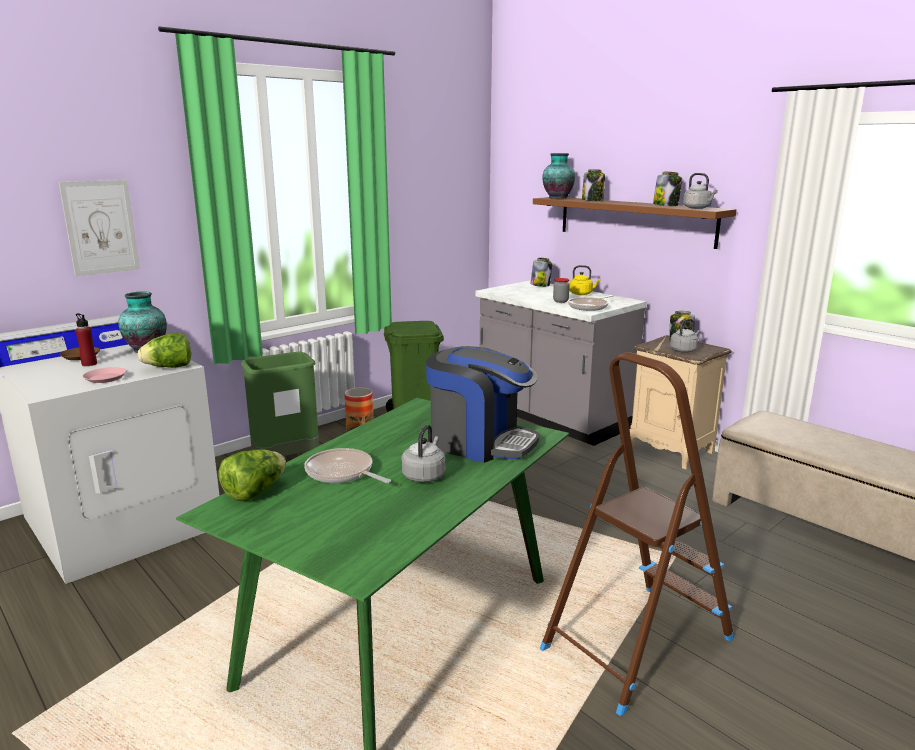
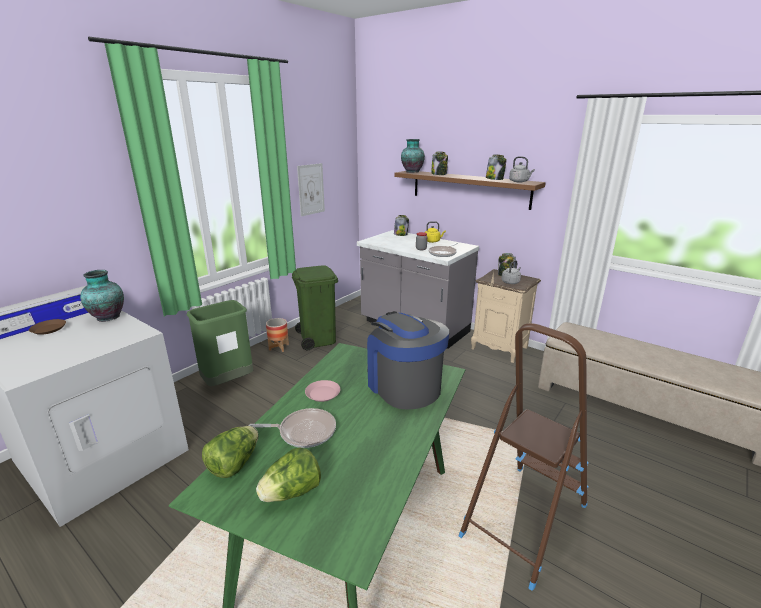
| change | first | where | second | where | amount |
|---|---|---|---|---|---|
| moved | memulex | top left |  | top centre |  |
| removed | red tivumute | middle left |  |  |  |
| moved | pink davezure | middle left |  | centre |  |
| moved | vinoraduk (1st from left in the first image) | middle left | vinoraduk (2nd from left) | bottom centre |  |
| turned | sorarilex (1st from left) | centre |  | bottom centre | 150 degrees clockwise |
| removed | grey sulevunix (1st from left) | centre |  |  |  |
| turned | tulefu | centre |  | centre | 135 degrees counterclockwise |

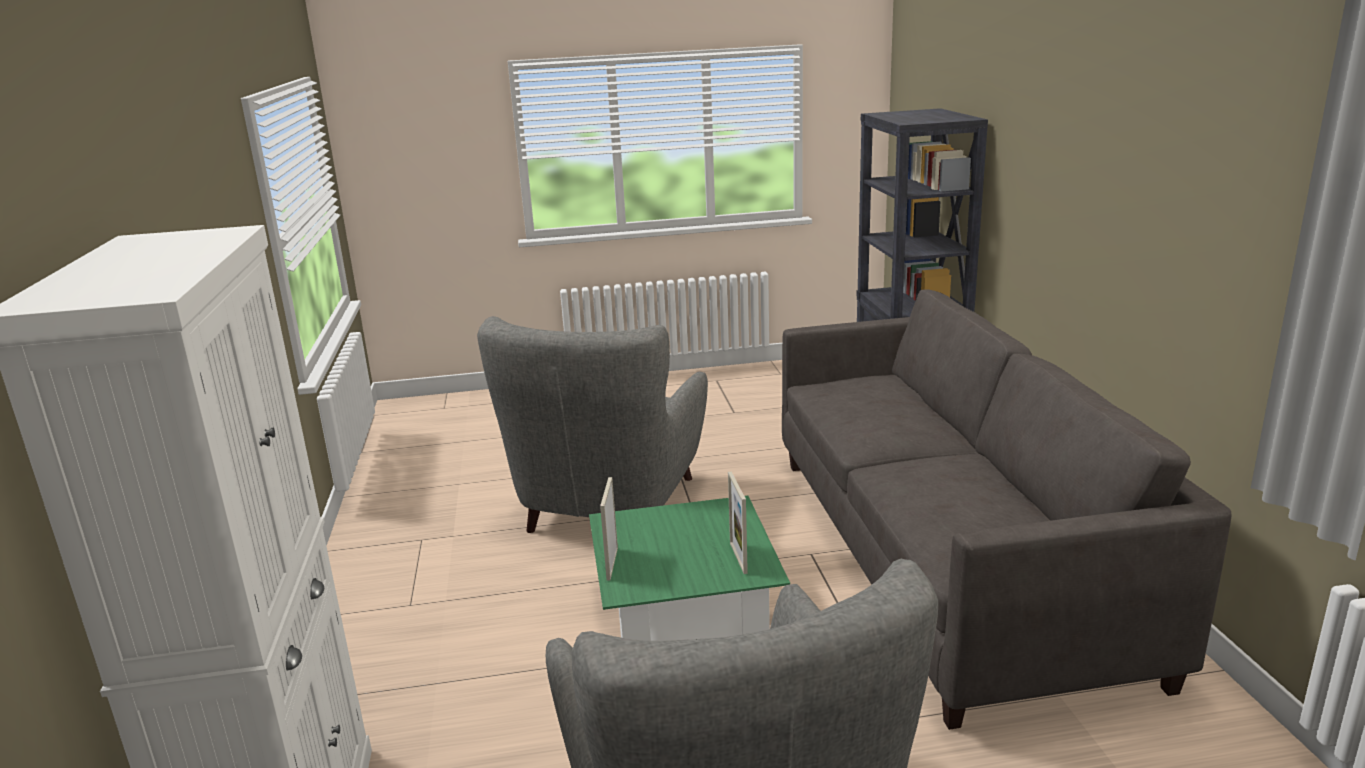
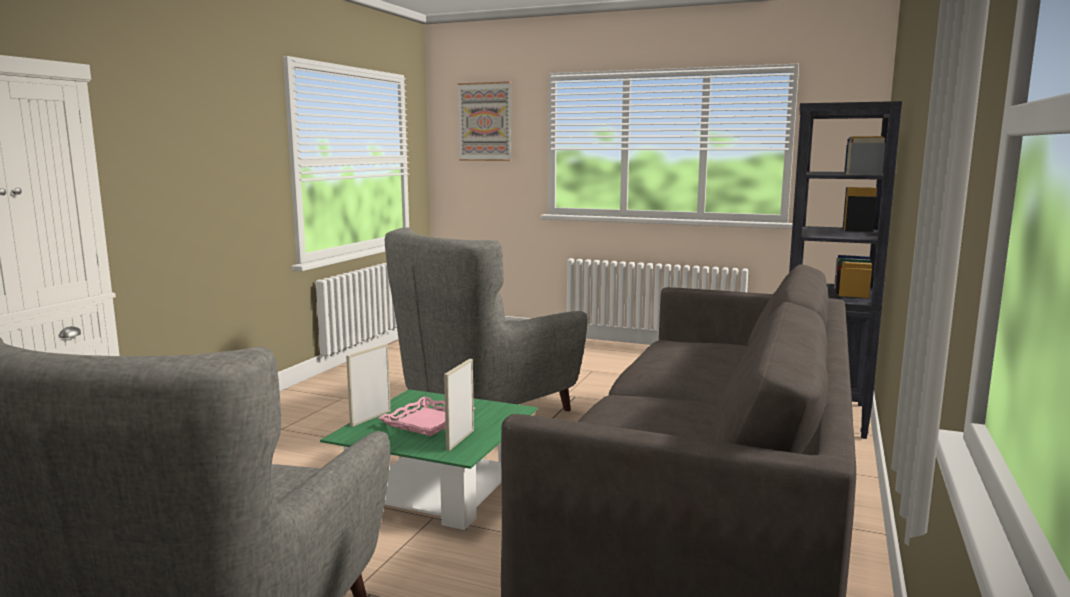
| change | first | where | second | where | amount |
|---|---|---|---|---|---|
| added |  |  | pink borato | bottom centre |  |
| added |  |  | memulex | top centre |  |

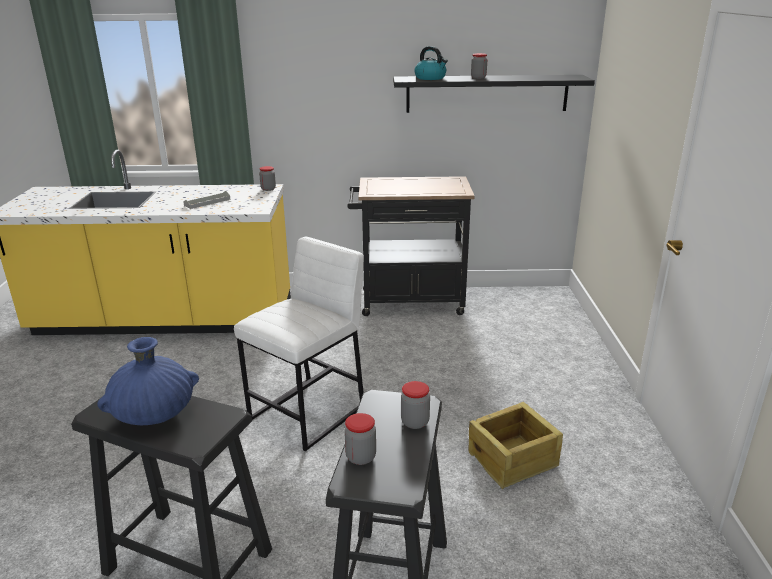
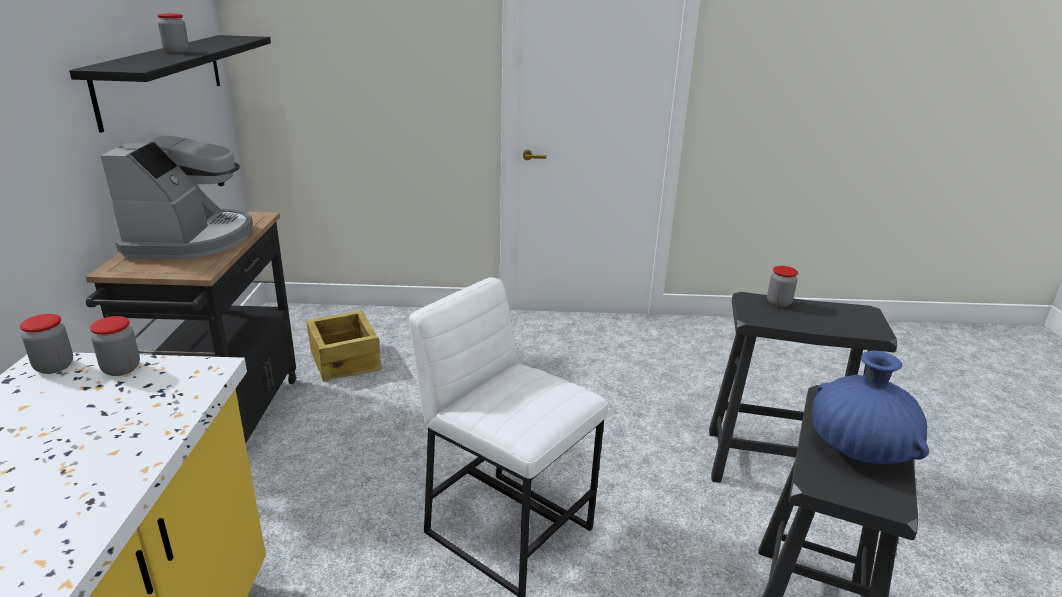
| change | first | where | second | where | amount |
|---|---|---|---|---|---|
| removed | grey borato | middle left |  |  |  |
| moved | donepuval (2nd from left) | bottom centre |  | middle left |  |
| removed | sulevunix | top centre |  |  |  |
| moved | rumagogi | bottom right |  | middle left |  |
| added |  |  | tulefu | top left |  |

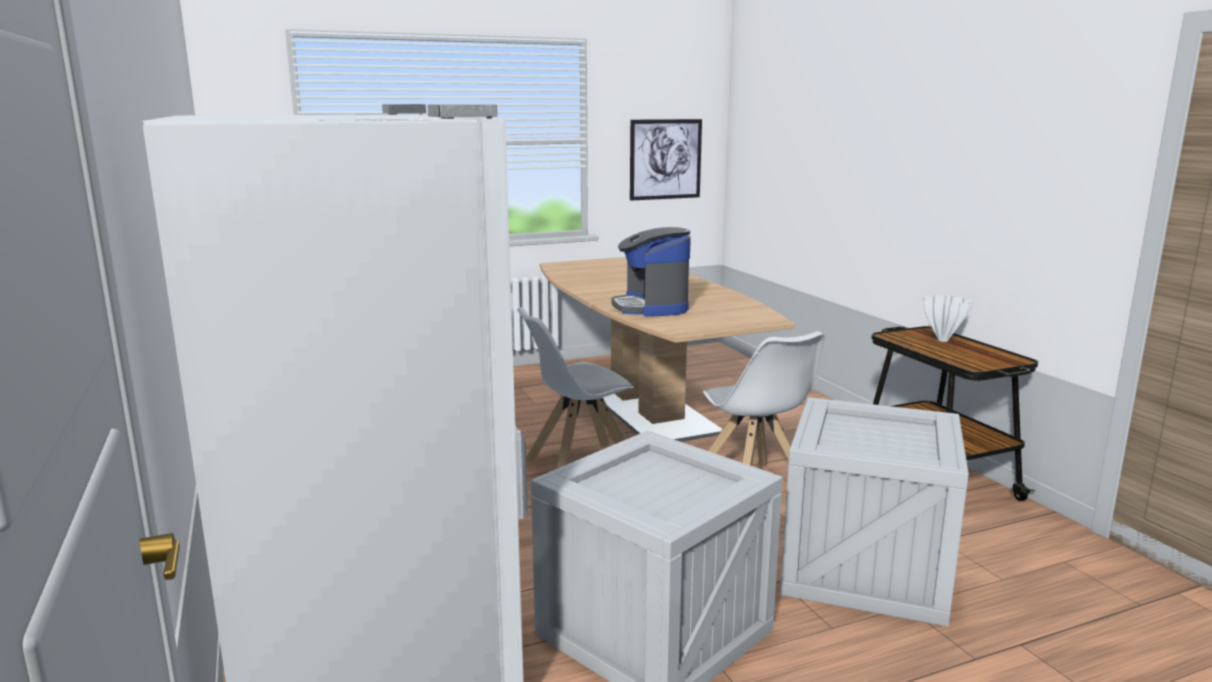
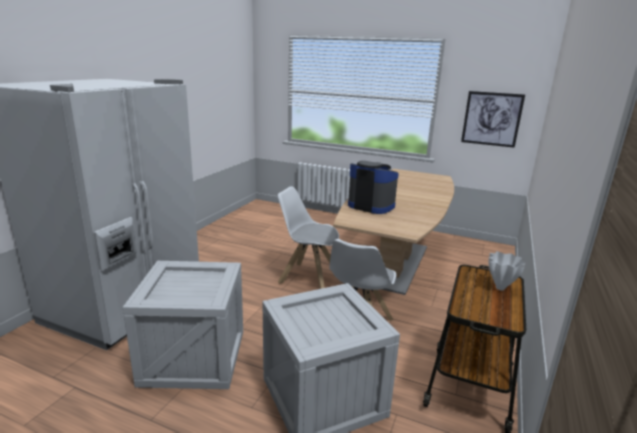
| change | first | where | second | where | amount |
|---|---|---|---|---|---|
| turned | tulefu | centre |  | centre | 90 degrees clockwise |

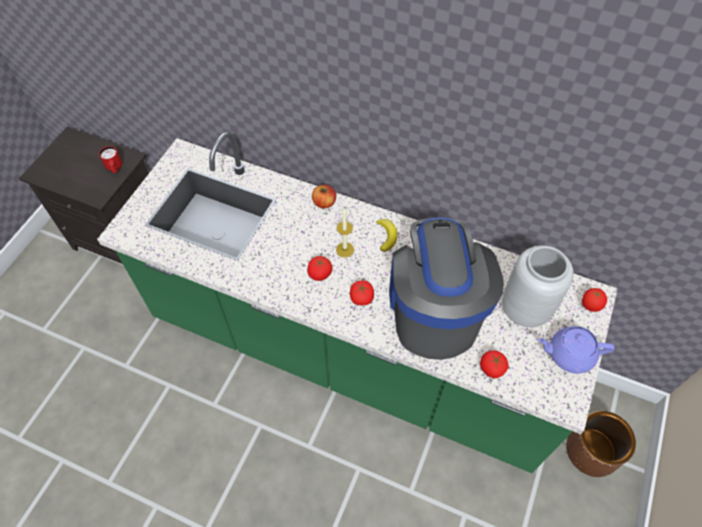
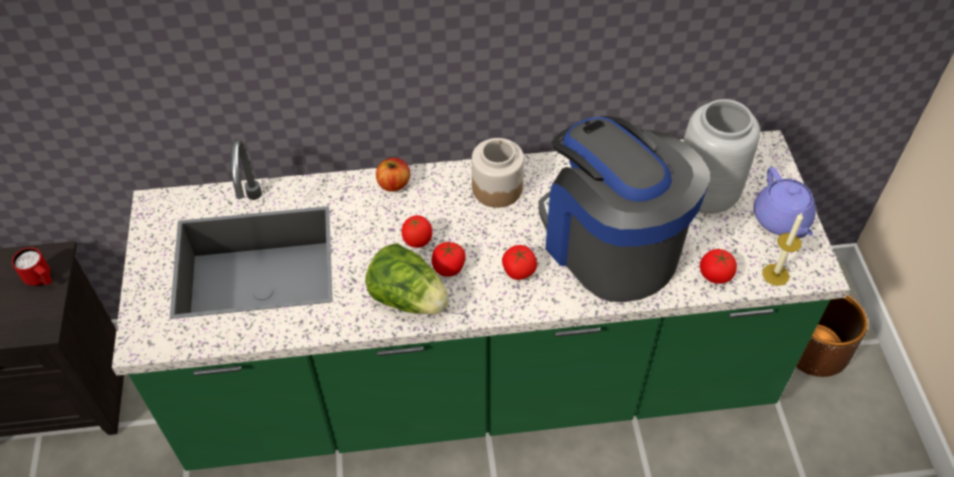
| change | first | where | second | where | amount |
|---|---|---|---|---|---|
| moved | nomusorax | centre |  | middle right |  |
| replaced | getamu | centre | donepuval | centre |  |
| turned | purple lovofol | middle right |  | middle right | 75 degrees counterclockwise |
| moved | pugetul (4th from left in the first image) | middle right | pugetul (1st from left) | centre |  |
| added |  |  | vinoraduk | centre |  |

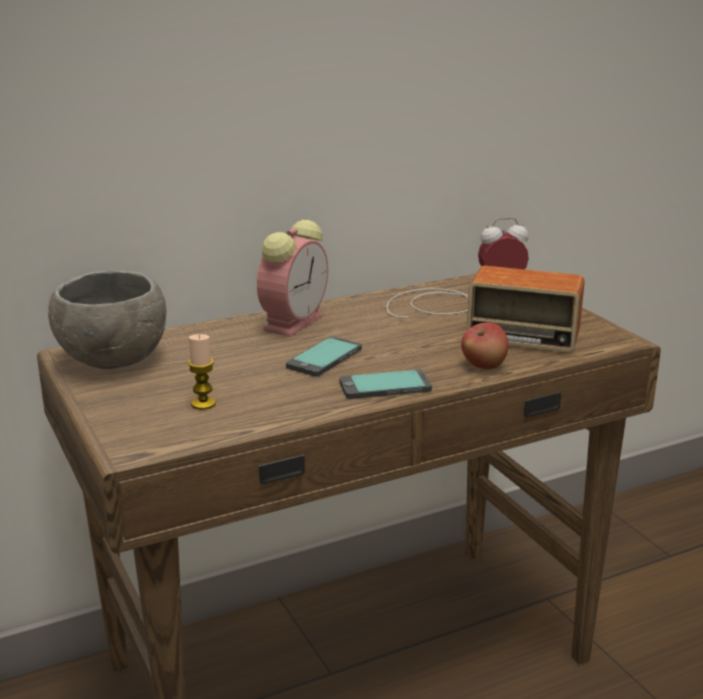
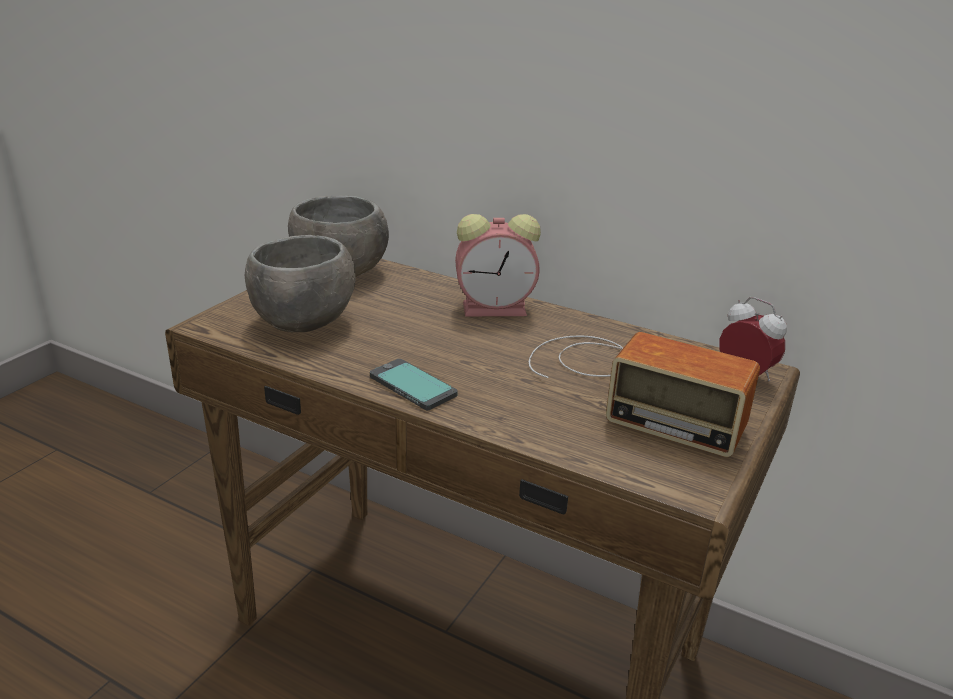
| change | first | where | second | where | amount |
|---|---|---|---|---|---|
| replaced | nomusorax | middle left | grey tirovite (1st from left) | middle left |  |
| removed | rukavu (1st from left) | centre |  |  |  |
| turned | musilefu | middle right |  | middle right | 45 degrees counterclockwise |
| removed | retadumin | middle right |  |  |  |

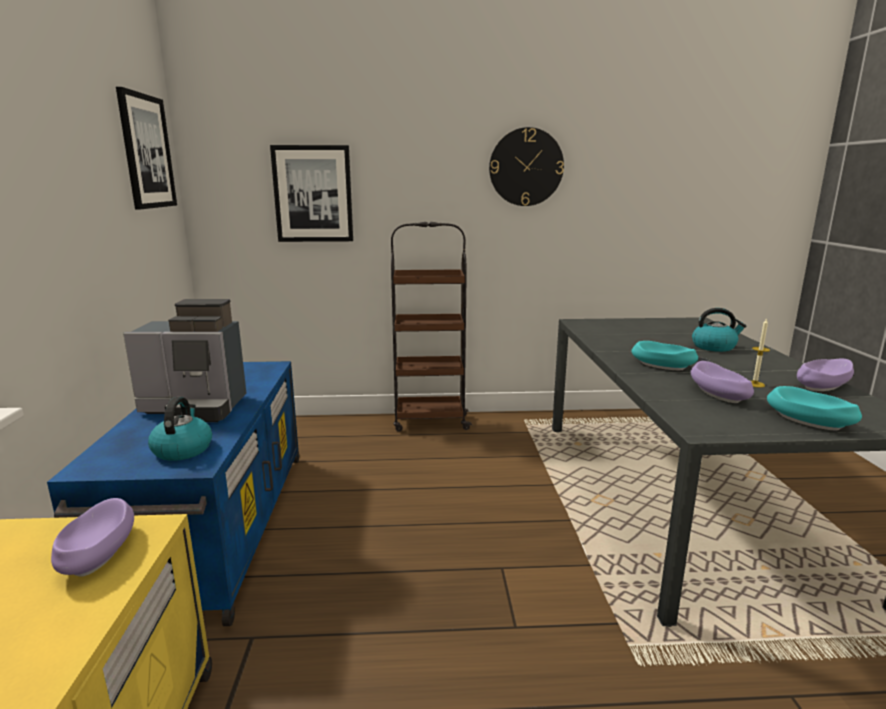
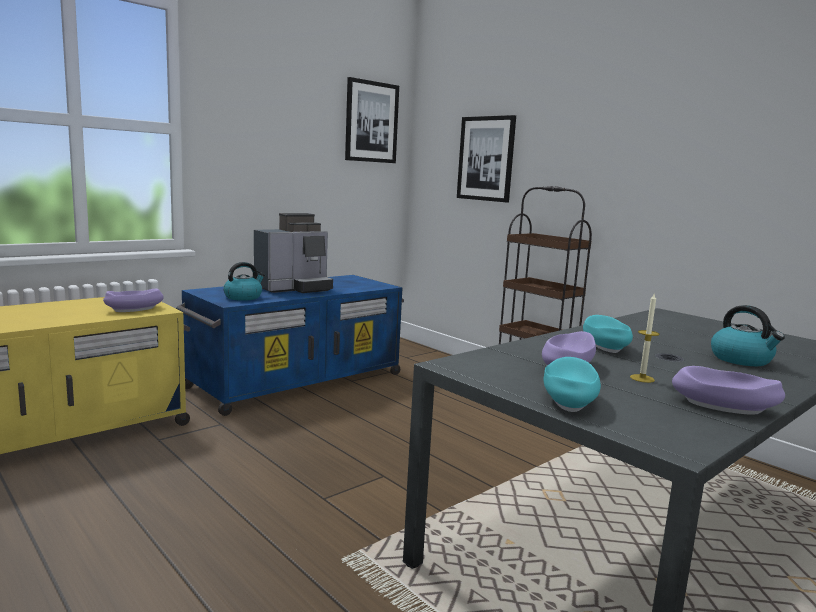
| change | first | where | second | where | amount |
|---|---|---|---|---|---|
| turned | tulefu | middle left |  | centre | 90 degrees counterclockwise |
| removed | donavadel | top centre |  |  |  |

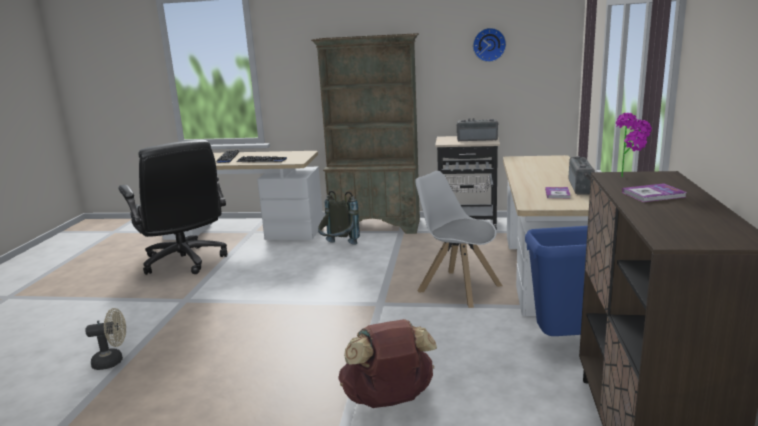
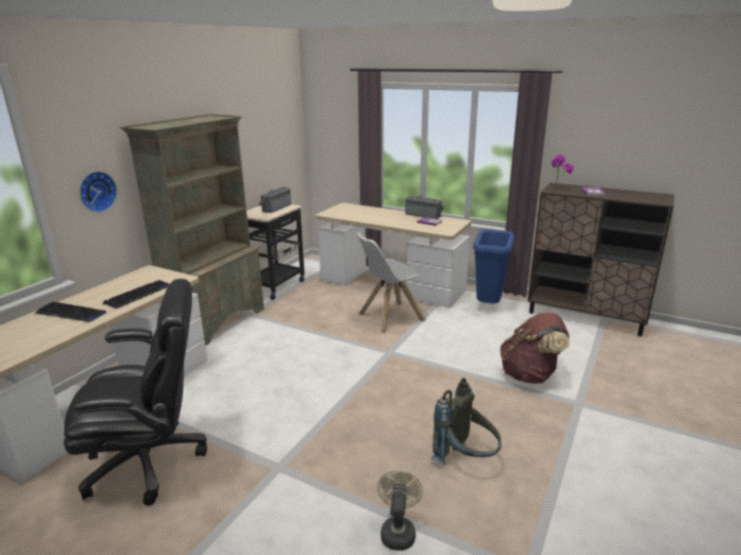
| change | first | where | second | where | amount |
|---|---|---|---|---|---|
| moved | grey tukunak | centre |  | bottom centre |  |
| moved | donavadel | top centre |  | middle left |  |

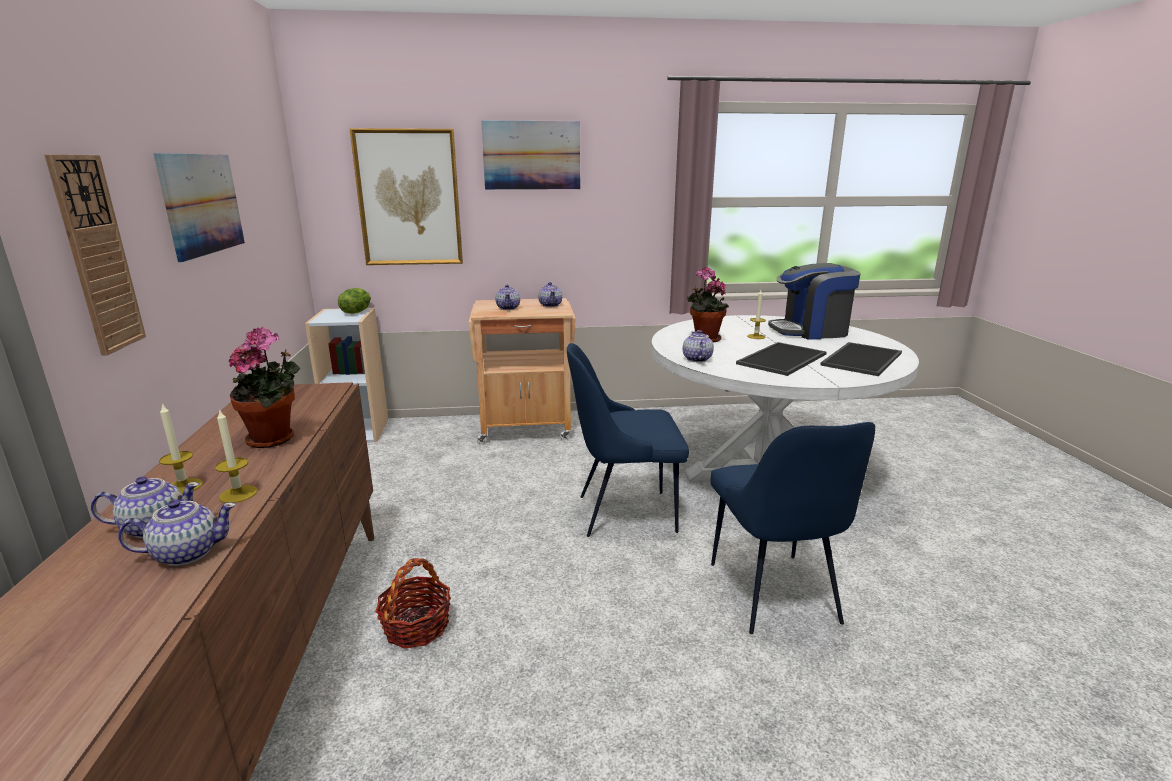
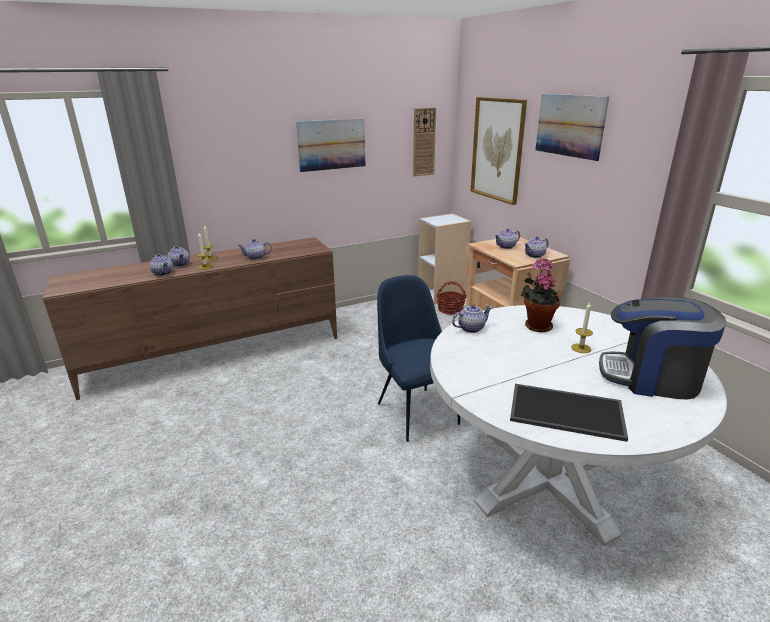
| change | first | where | second | where | amount |
|---|---|---|---|---|---|
| moved | donavadel | top left |  | top centre |  |
| replaced | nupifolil (1st from left) | middle left | lovofol (3rd from left) | middle left |  |
| removed | vinoraduk | middle left |  |  |  |
| moved | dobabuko | bottom centre |  | centre |  |
| removed | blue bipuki (2nd from left) | bottom right |  |  |  |
| removed | borato (1st from left) | centre |  |  |  |
| turned | tulefu | middle right |  | middle right | 45 degrees counterclockwise |

